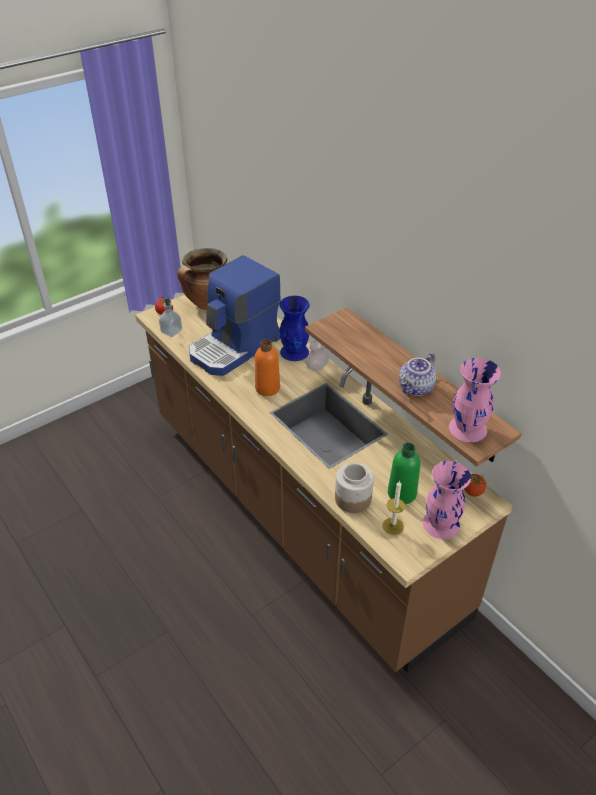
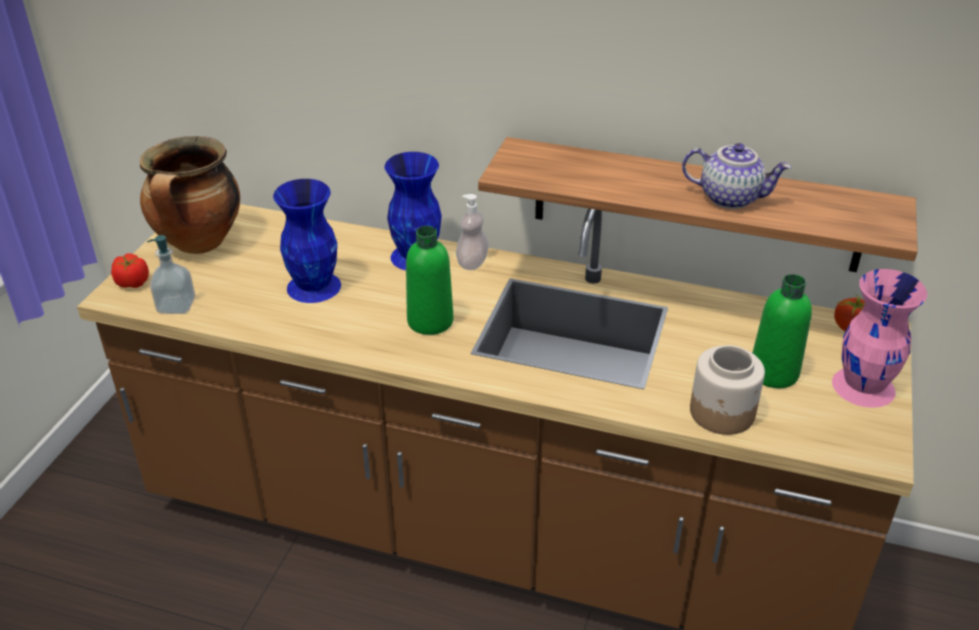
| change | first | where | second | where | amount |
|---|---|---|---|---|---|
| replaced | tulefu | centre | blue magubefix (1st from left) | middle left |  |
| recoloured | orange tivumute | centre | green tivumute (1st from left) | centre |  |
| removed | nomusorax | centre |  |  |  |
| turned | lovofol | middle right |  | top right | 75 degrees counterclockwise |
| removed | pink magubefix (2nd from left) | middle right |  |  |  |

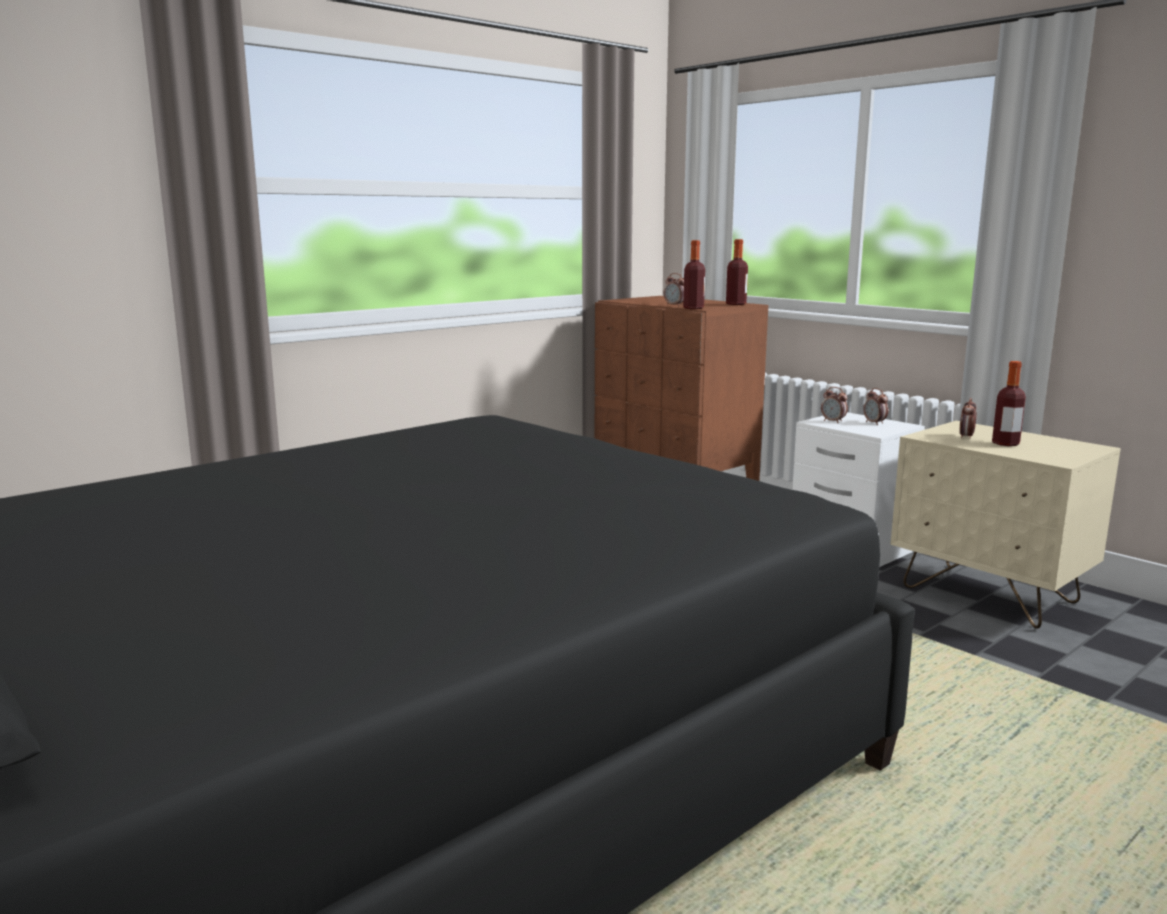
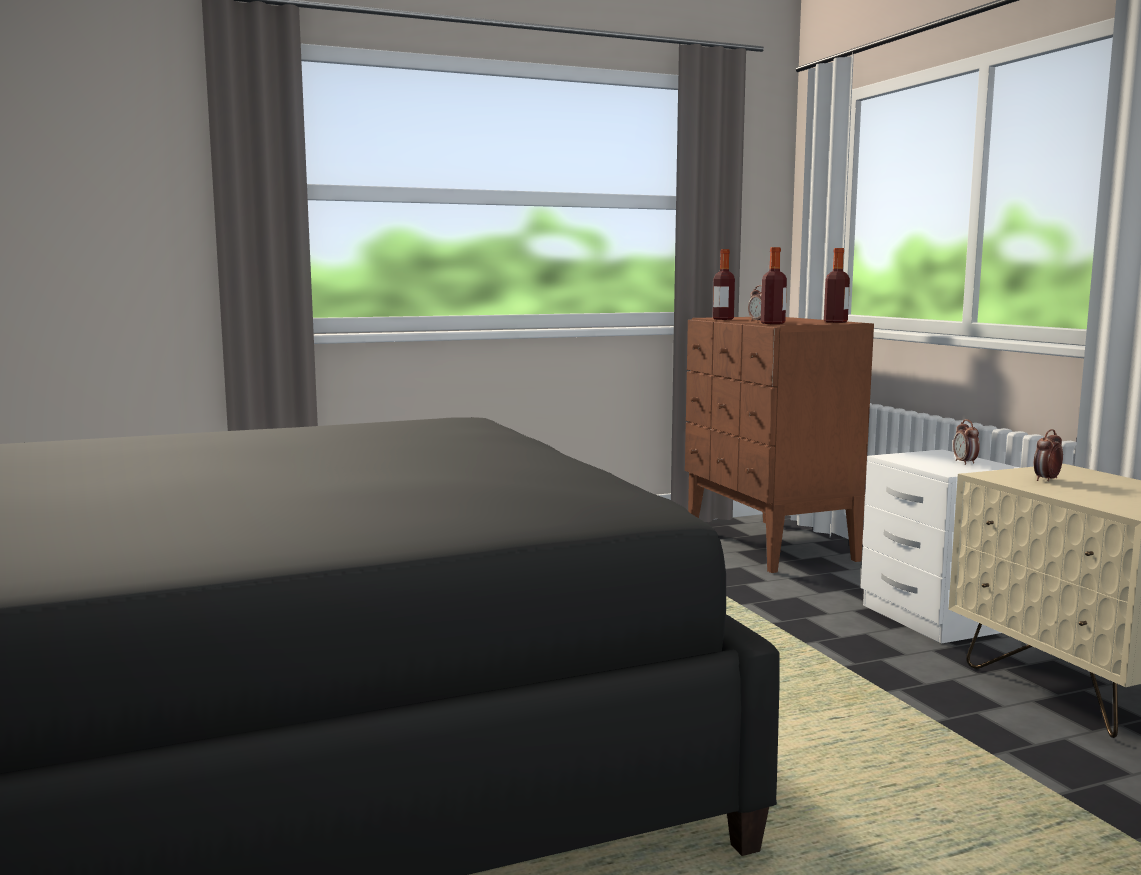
| change | first | where | second | where | amount |
|---|---|---|---|---|---|
| removed | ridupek (2nd from left) | middle right |  |  |  |
| moved | tivumute (3rd from left in the first image) | middle right | tivumute (1st from left) | top centre |  |

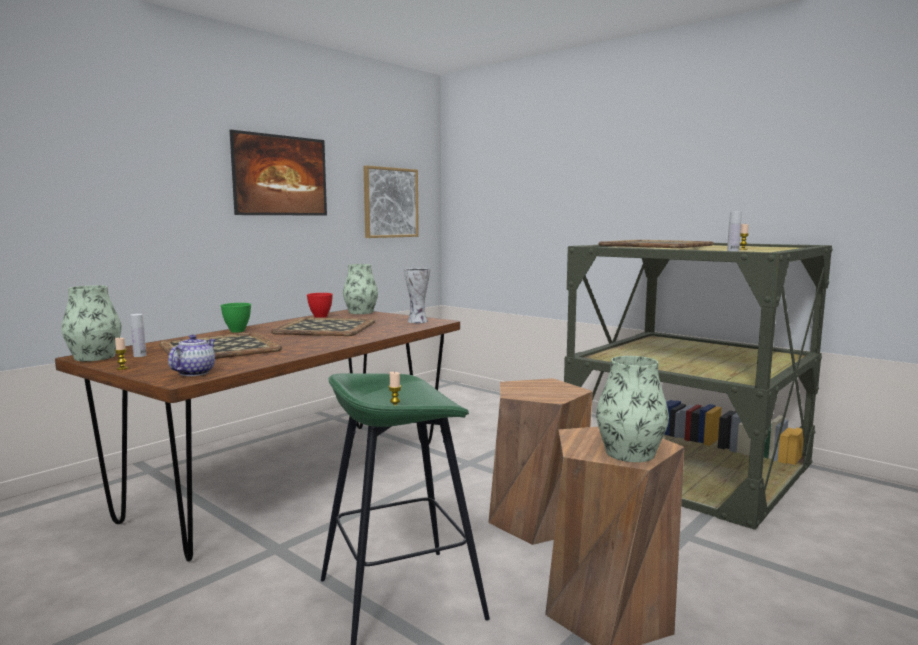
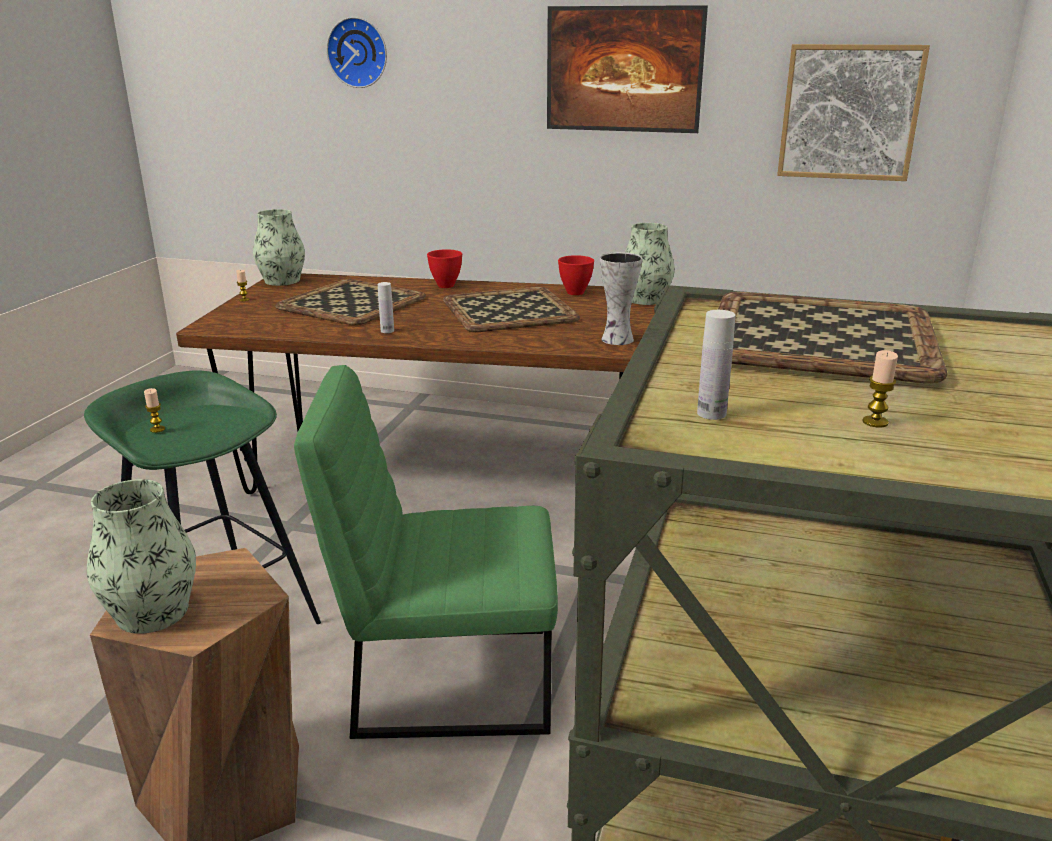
| change | first | where | second | where | amount |
|---|---|---|---|---|---|
| moved | white tivumute (1st from left) | middle left |  | centre |  |
| removed | lovofol | middle left |  |  |  |
| recoloured | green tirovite | middle left | red tirovite (1st from left) | top centre |  |
| replaced | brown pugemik (1st from left) | bottom centre | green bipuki | centre |  |
| added |  |  | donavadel | top centre |  |

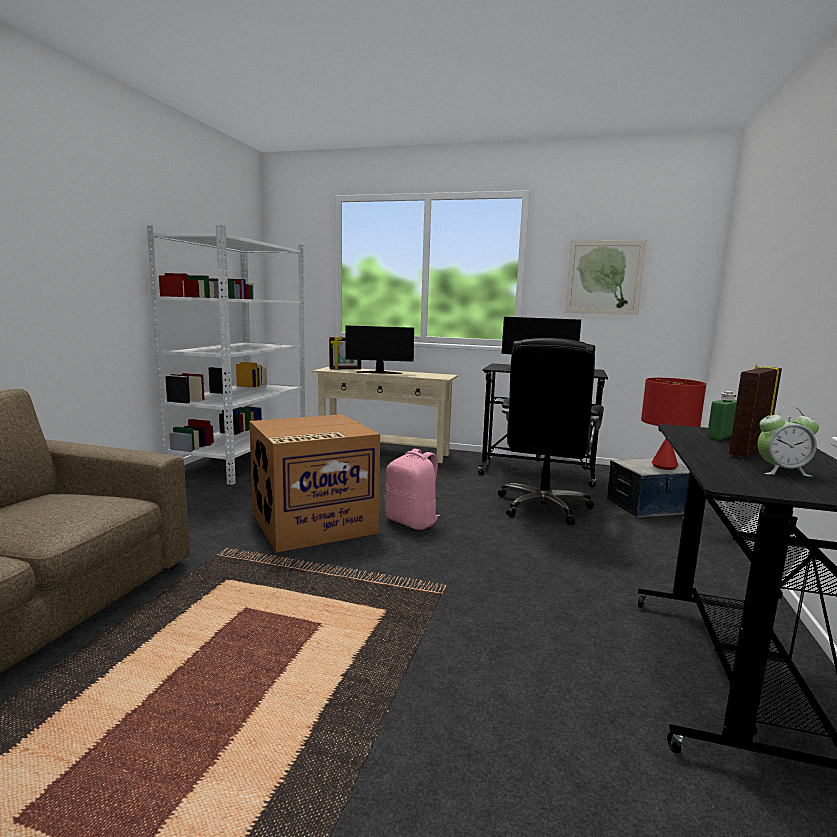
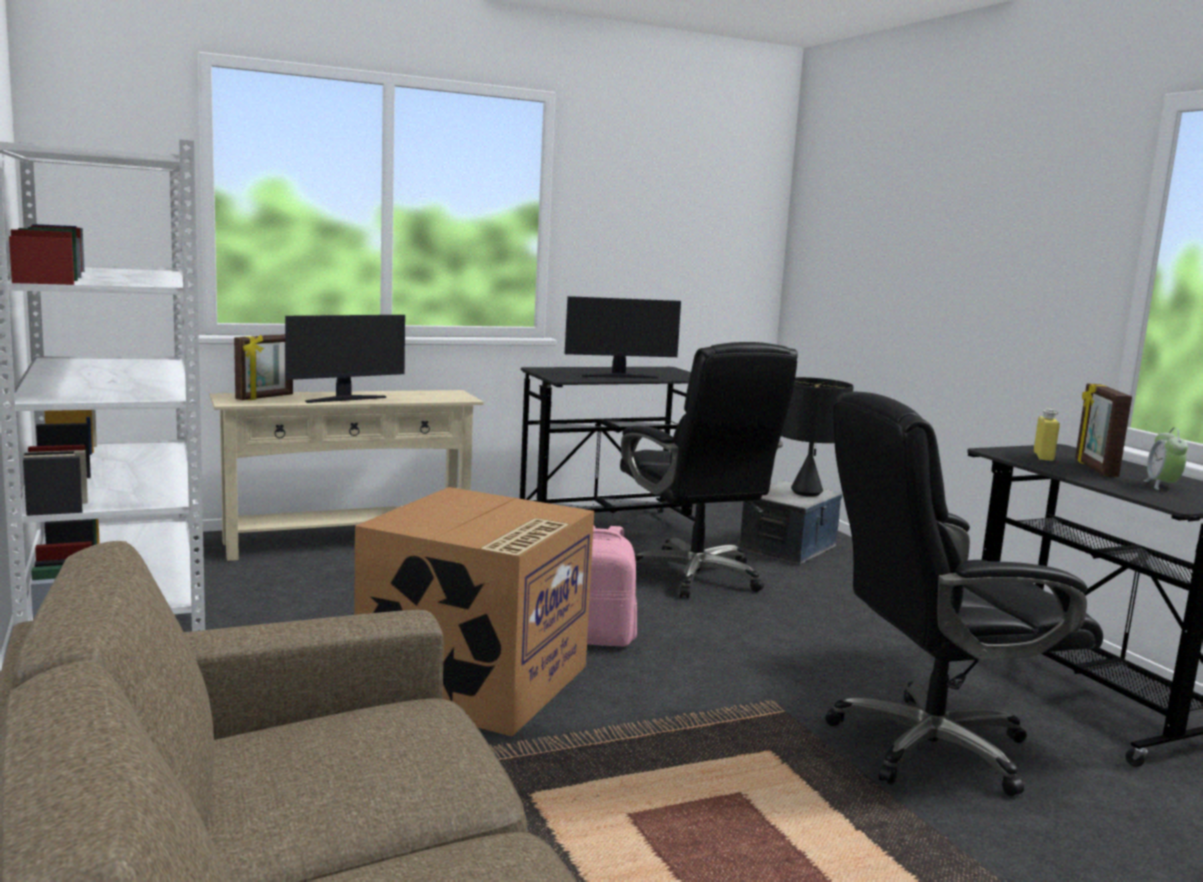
| change | first | where | second | where | amount |
|---|---|---|---|---|---|
| removed | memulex | top right |  |  |  |
| recoloured | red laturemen | middle right | black laturemen | middle right |  |
| recoloured | green tivumute | middle right | yellow tivumute | middle right |  |
| turned | ridupek | middle right |  | middle right | 135 degrees clockwise |
| added |  |  | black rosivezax (2nd from left) | bottom right |  |

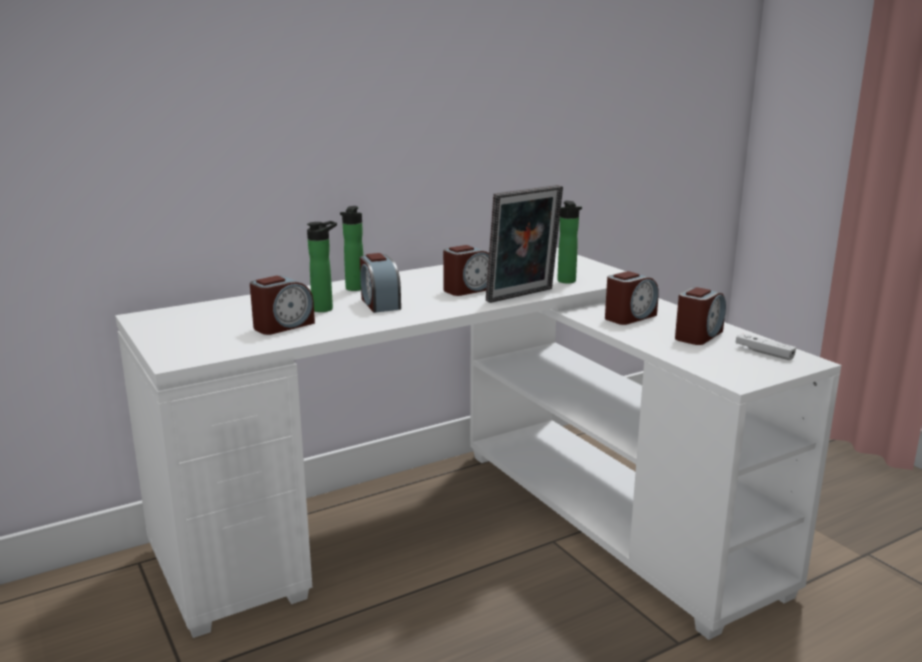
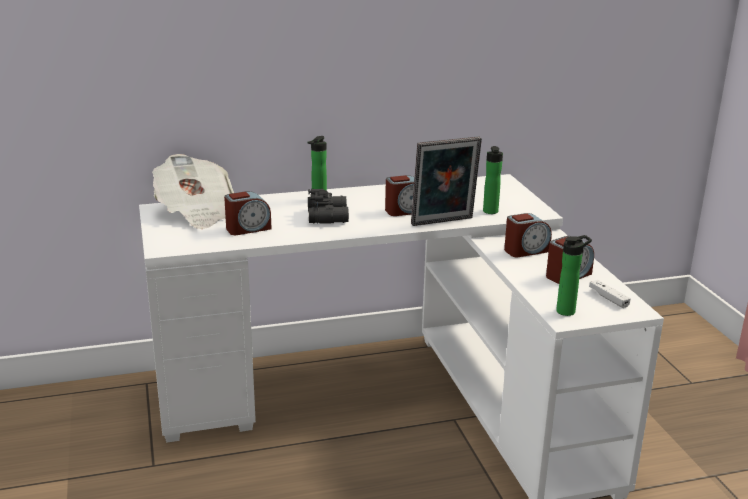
| change | first | where | second | where | amount |
|---|---|---|---|---|---|
| moved | tivumute (1st from left in the first image) | centre | tivumute (3rd from left) | middle right |  |
| replaced | ridupek (2nd from left) | centre | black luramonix | centre |  |
| added |  |  | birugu | middle left |  |

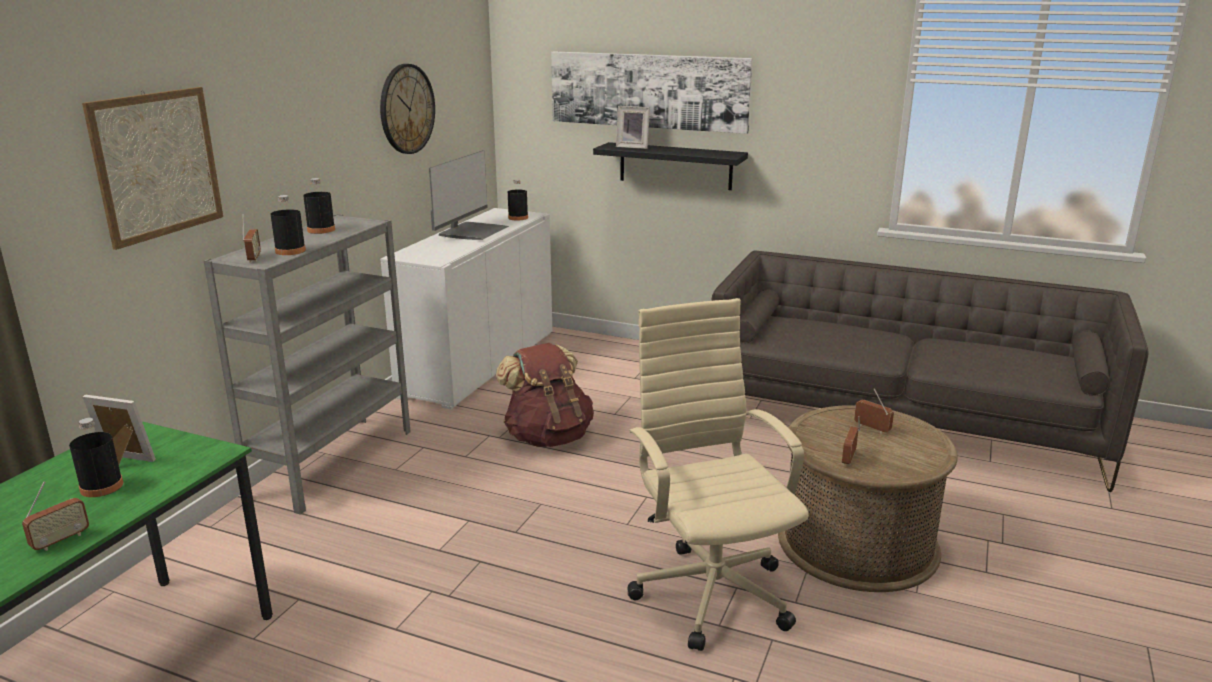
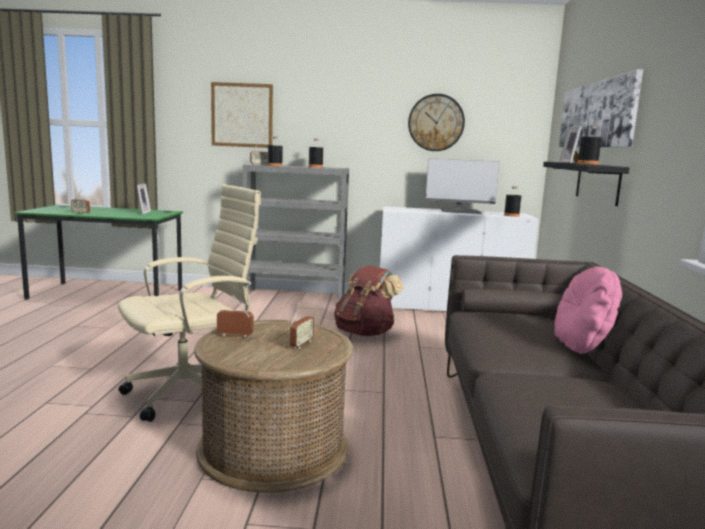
| change | first | where | second | where | amount |
|---|---|---|---|---|---|
| moved | black tivumute (1st from left in the first image) | bottom left | black tivumute (4th from left) | top right |  |
| added |  |  | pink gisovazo | middle right |  |

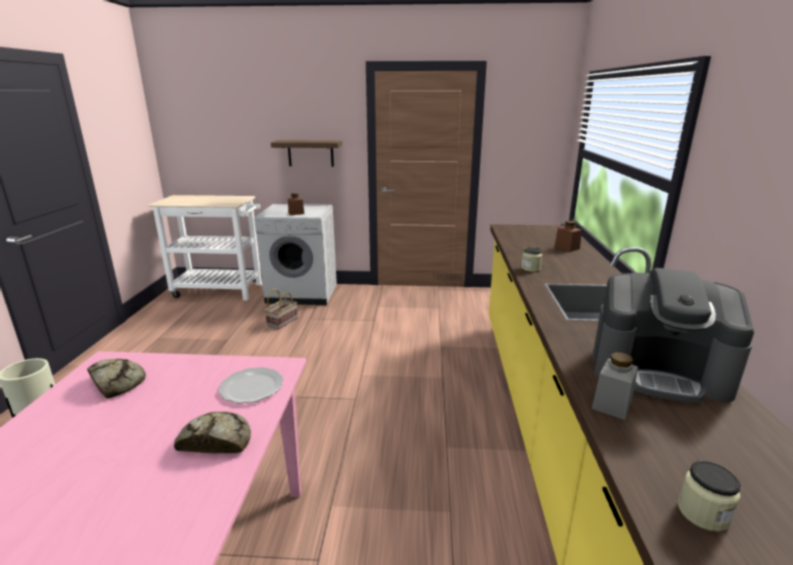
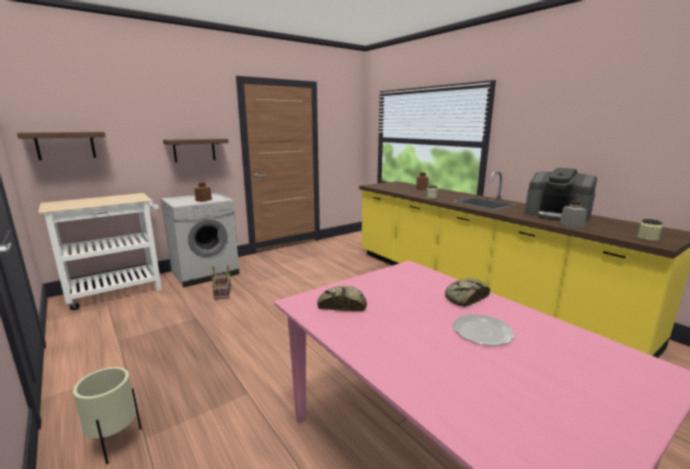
| change | first | where | second | where | amount |
|---|---|---|---|---|---|
| moved | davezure | bottom left |  | bottom right |  |
| turned | tulefu | middle right |  | middle right | 60 degrees clockwise |
| added |  |  | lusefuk (1st from left) | top left |  |

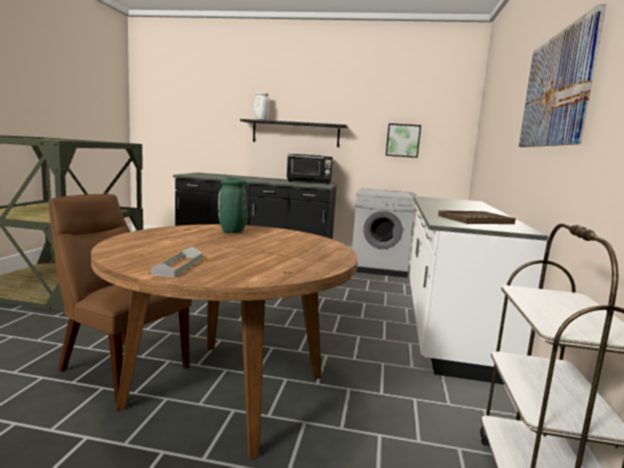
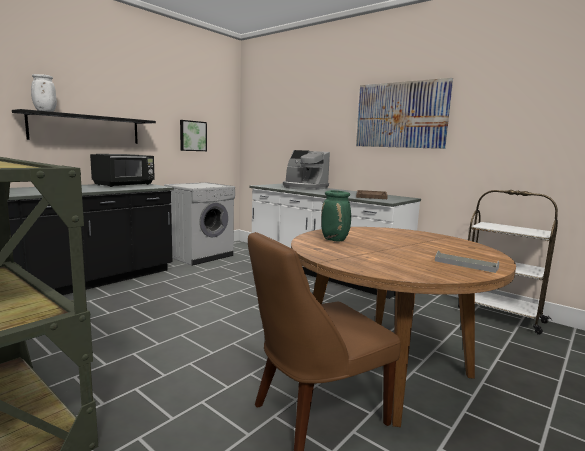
| change | first | where | second | where | amount |
|---|---|---|---|---|---|
| added |  |  | tulefu | centre |  |

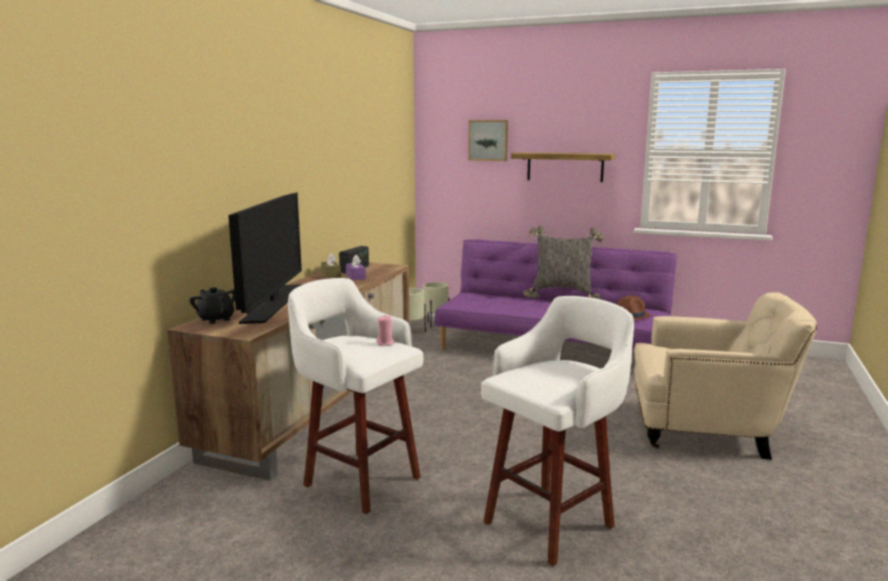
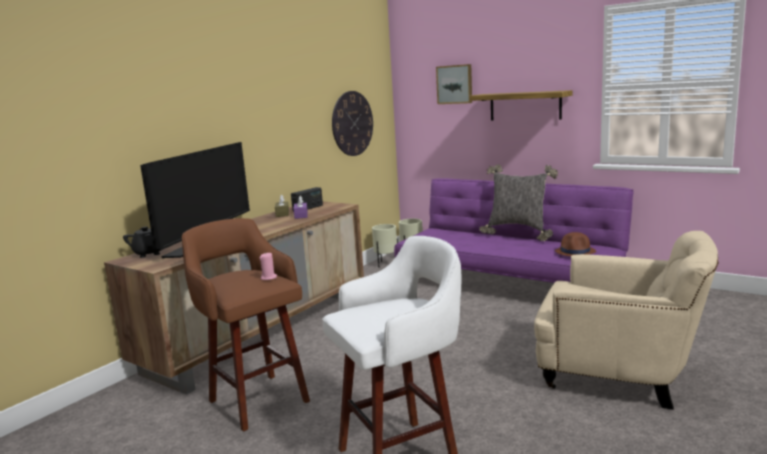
| change | first | where | second | where | amount |
|---|---|---|---|---|---|
| recoloured | white pugemik (1st from left) | bottom centre | brown pugemik | bottom left |  |
| added |  |  | donavadel | top centre |  |

